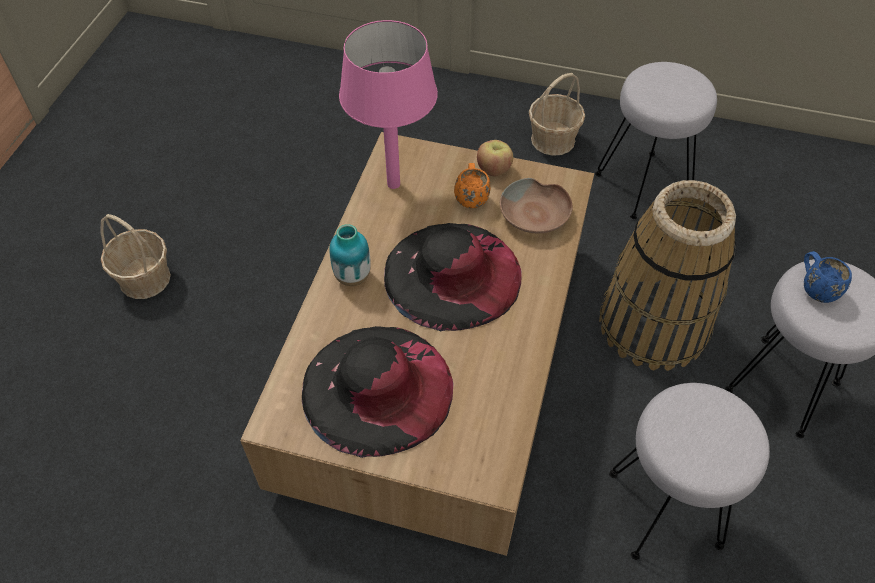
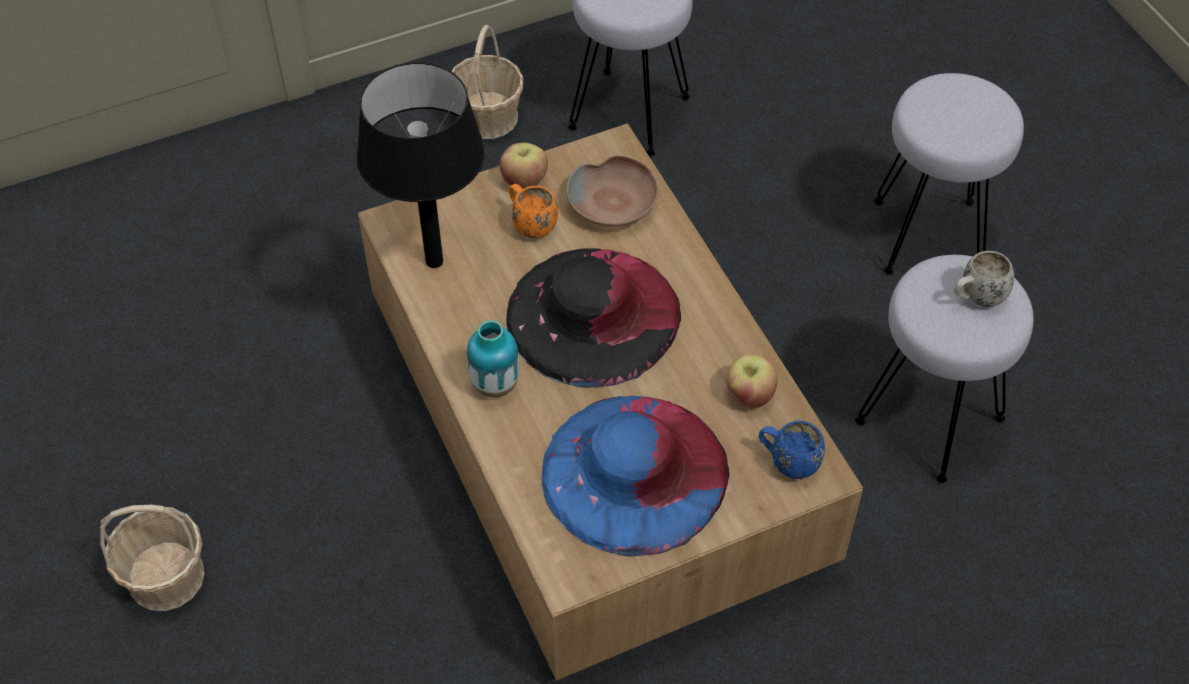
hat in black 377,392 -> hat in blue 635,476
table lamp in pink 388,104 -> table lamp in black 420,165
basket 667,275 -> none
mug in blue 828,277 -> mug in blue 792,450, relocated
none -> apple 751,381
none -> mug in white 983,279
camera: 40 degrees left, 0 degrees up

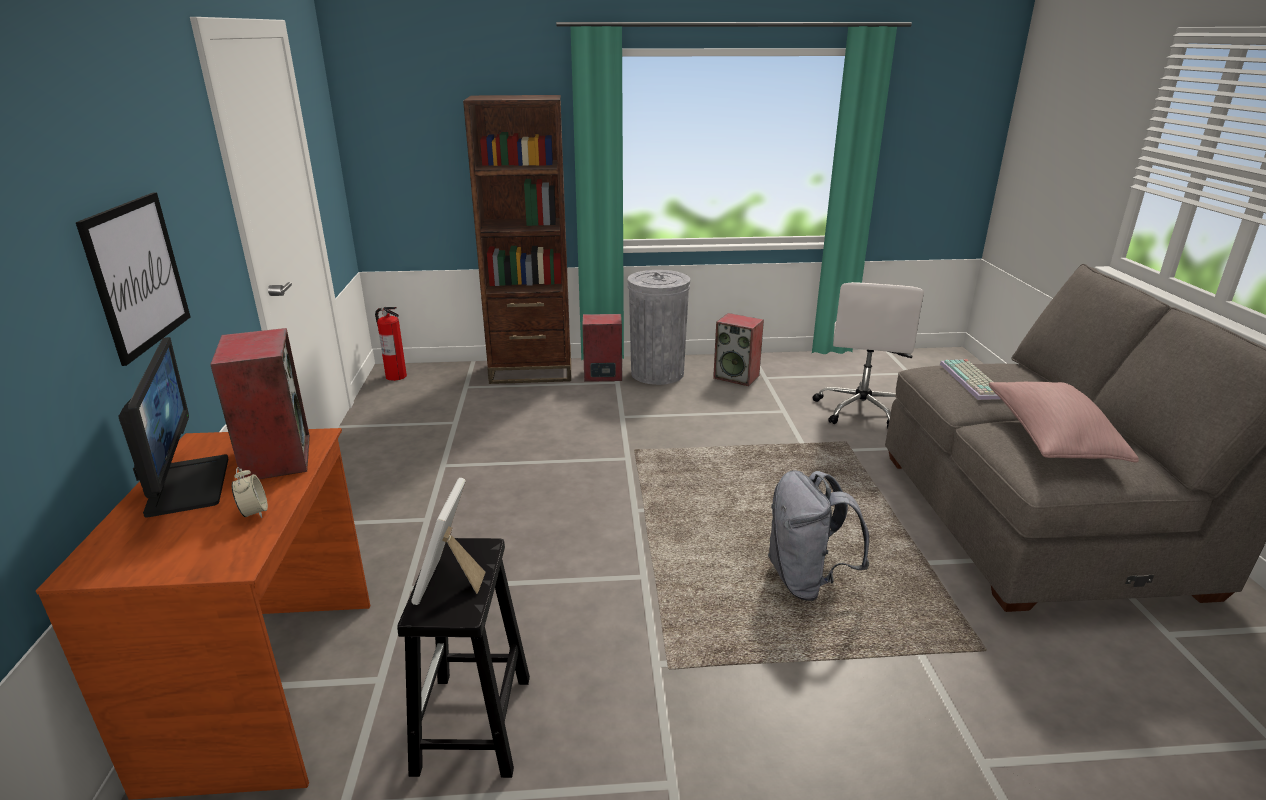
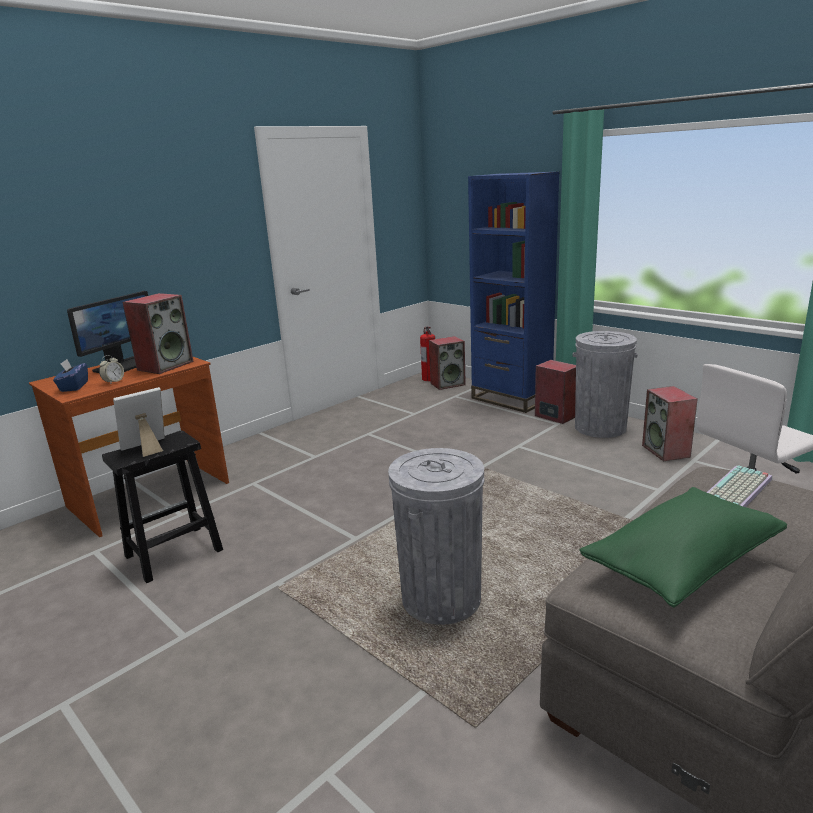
picture 133,279 -> none
bookcase in brown 517,239 -> bookcase in blue 514,292
backpack in grey 818,535 -> trash can in grey 436,536
pillow in pink 1064,422 -> pillow in green 683,547
none -> tissue box in blue 70,375
none -> speaker 447,363
camera: 50 degrees right, 5 degrees down

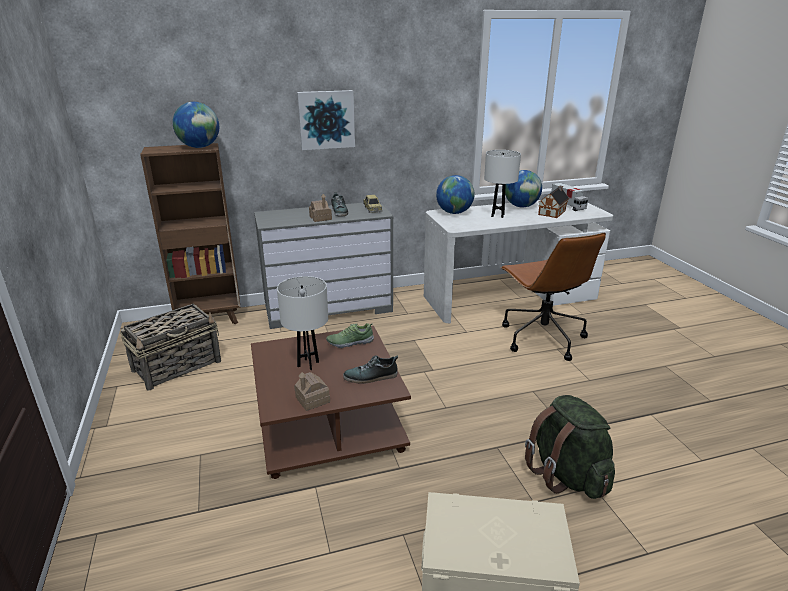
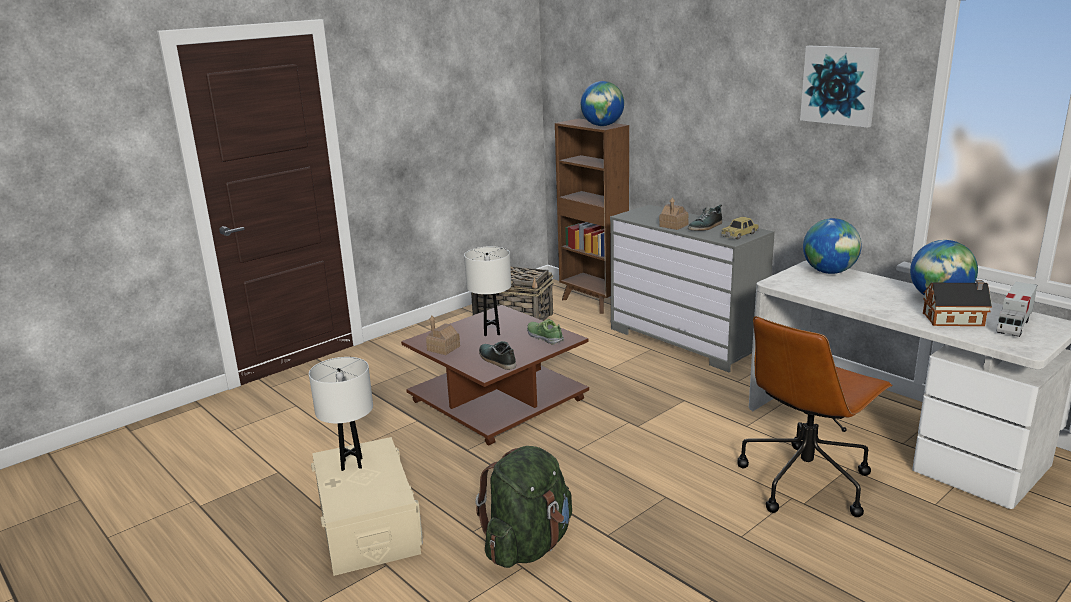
picture 326,120 -> picture 840,87, relocated
table lamp in white 502,184 -> table lamp in white 341,414, relocated
camera: 65 degrees right, 5 degrees down

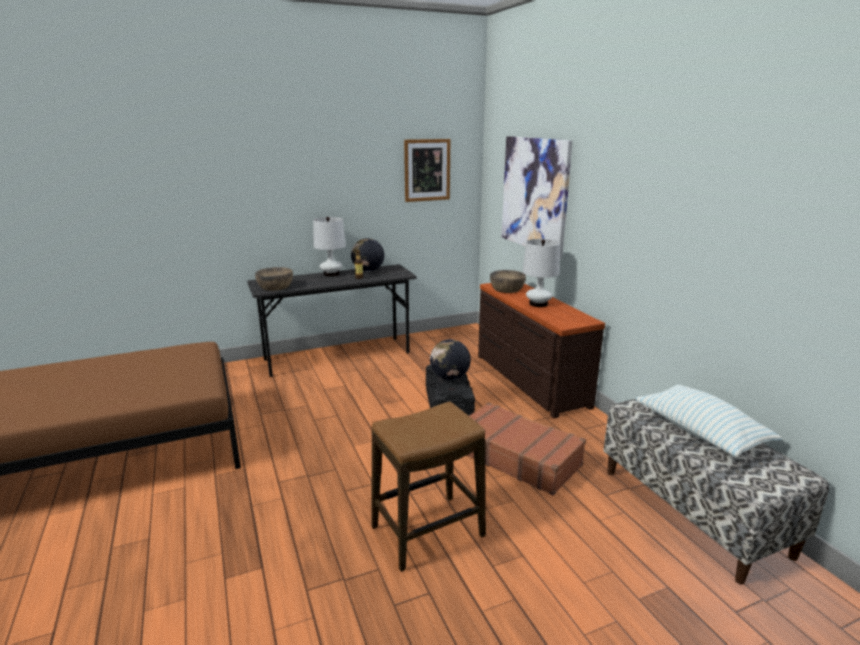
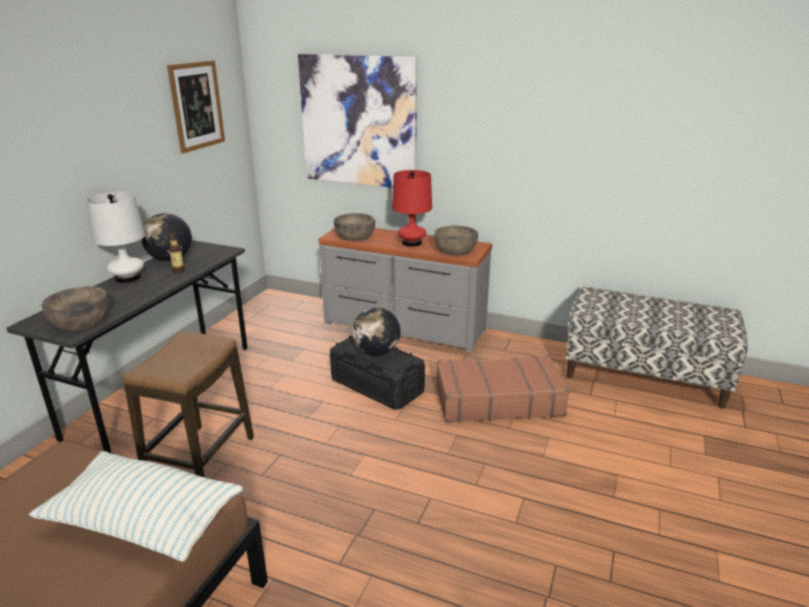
stool 428,486 -> stool 188,404, relocated
dresser in brown 541,350 -> dresser in grey 405,290
table lamp in white 541,273 -> table lamp in red 412,208
pillow 708,421 -> pillow 136,506, relocated
none -> bowl in brown 456,240
camera: 45 degrees left, 5 degrees up

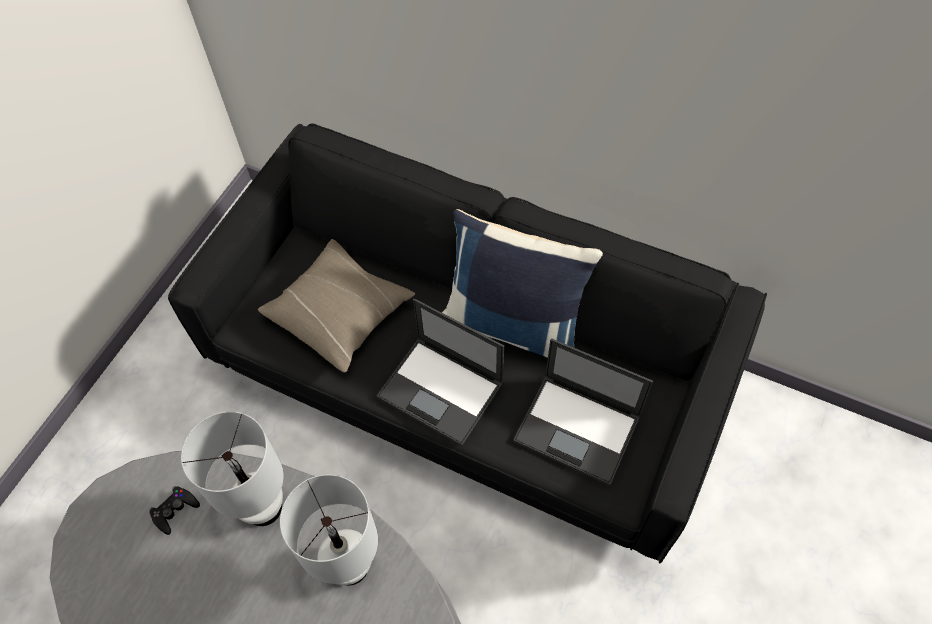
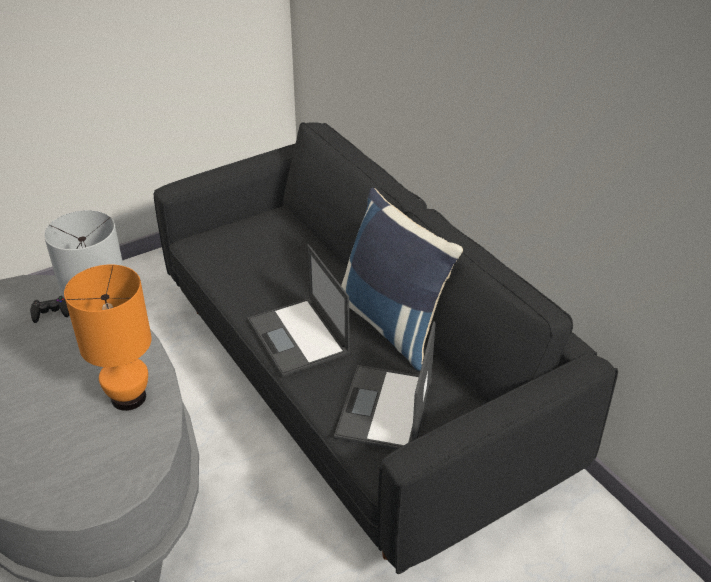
pillow in beige 336,306 -> none
table lamp in white 329,530 -> table lamp in orange 108,337
laptop 583,412 -> laptop 385,385, 45 degrees clockwise
camera: 30 degrees right, 20 degrees down

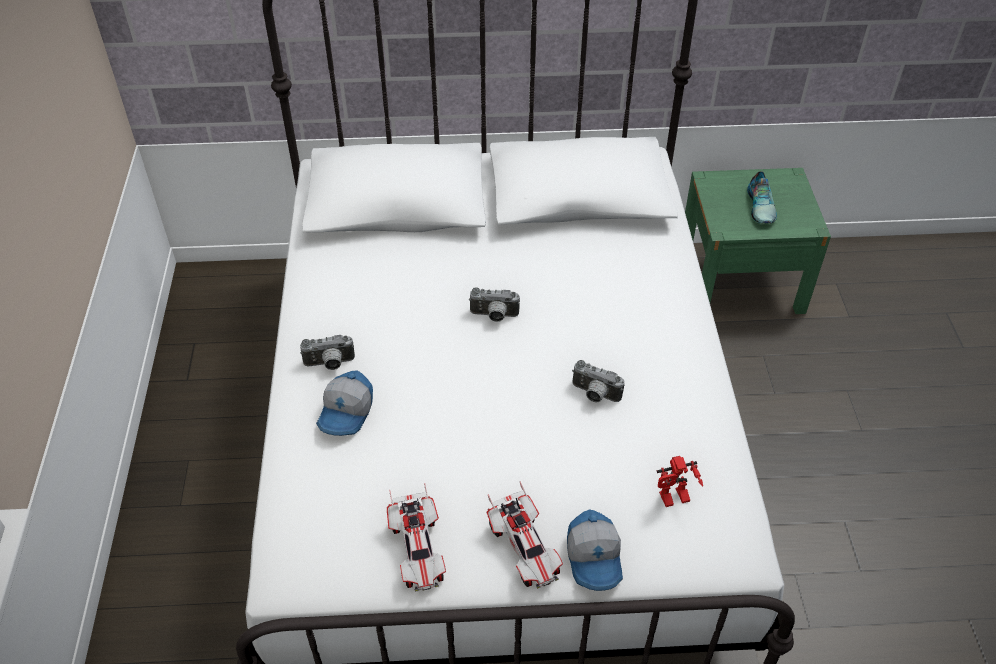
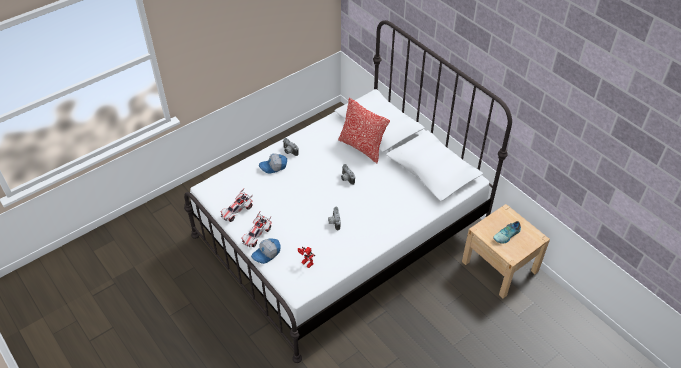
nightstand in green 758,241 -> nightstand in beige 506,251
none -> pillow 364,130
camera: 55 degrees right, 0 degrees up

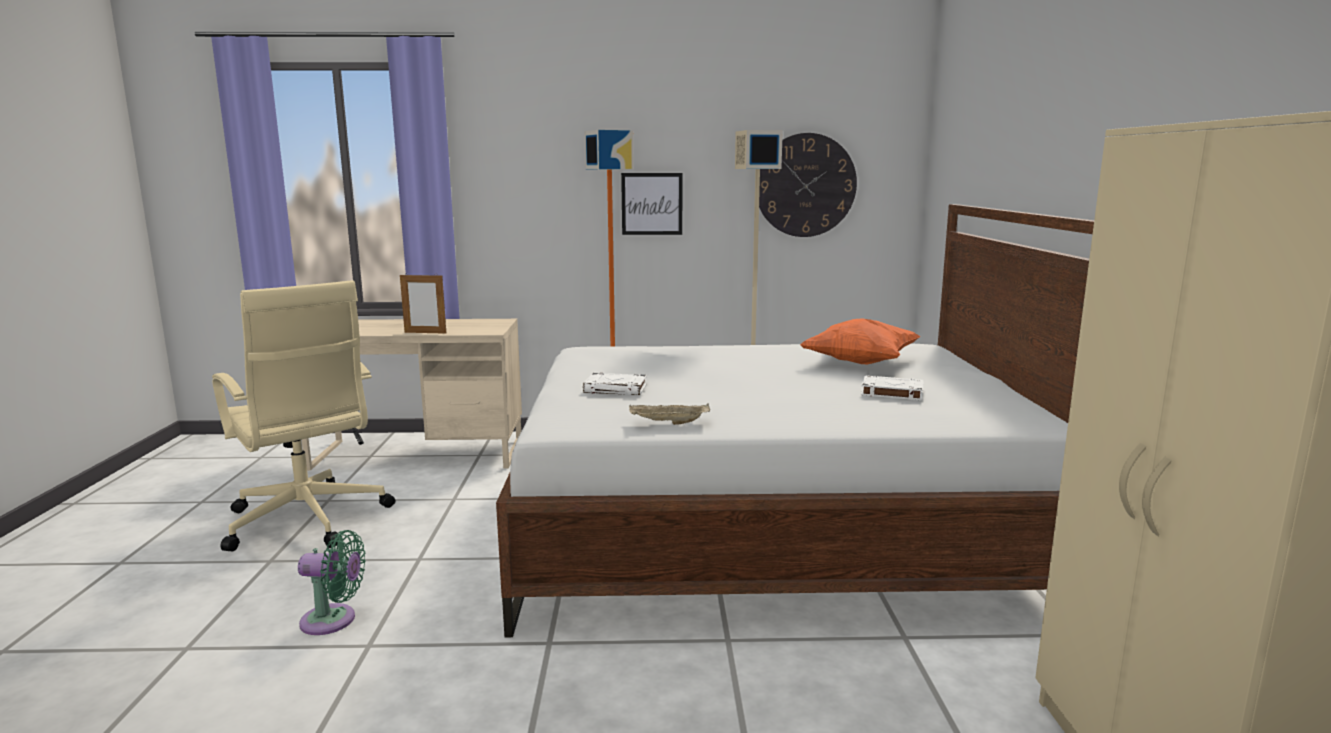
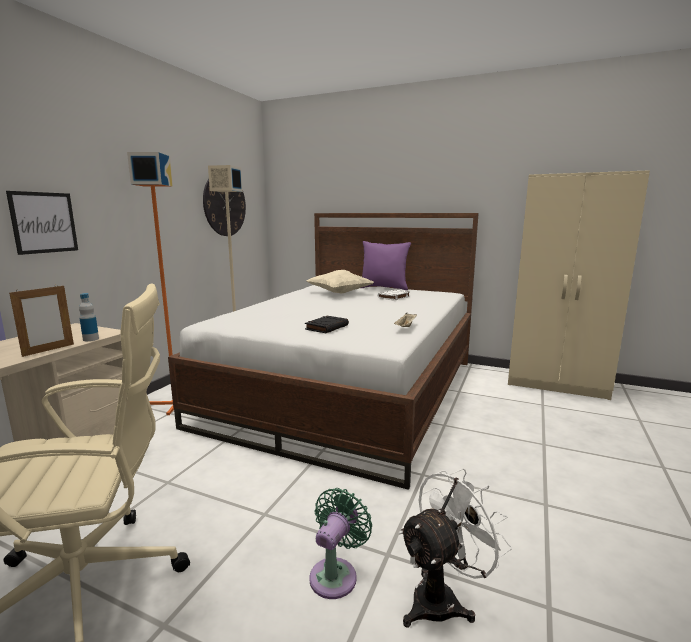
book in white 615,384 -> book in black 327,324
picture 652,204 -> picture 42,223, relocated
pillow in orange 860,341 -> pillow in beige 340,282
none -> bottle 89,317
none -> pillow in purple 386,265
none -> fan in white 455,547
camera: 65 degrees left, 0 degrees up

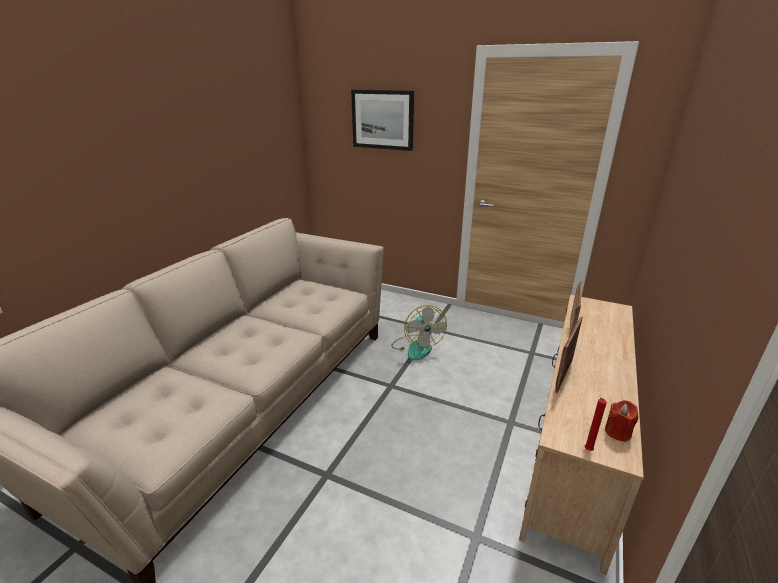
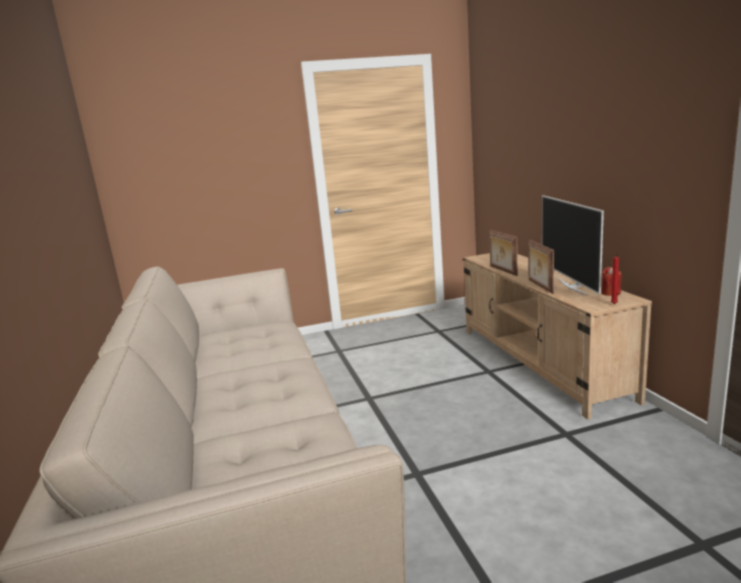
picture 382,120 -> none
fan 419,332 -> none
none -> television 573,245
camera: 40 degrees left, 10 degrees down

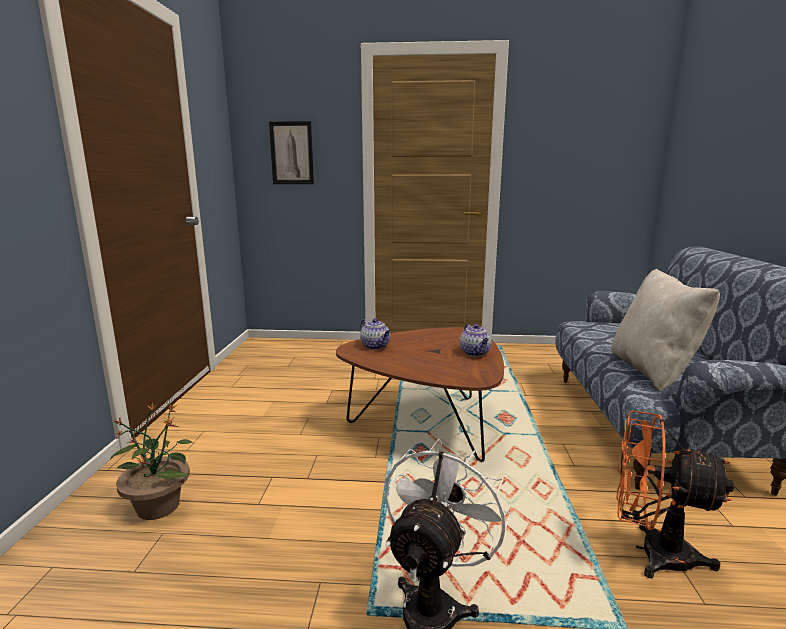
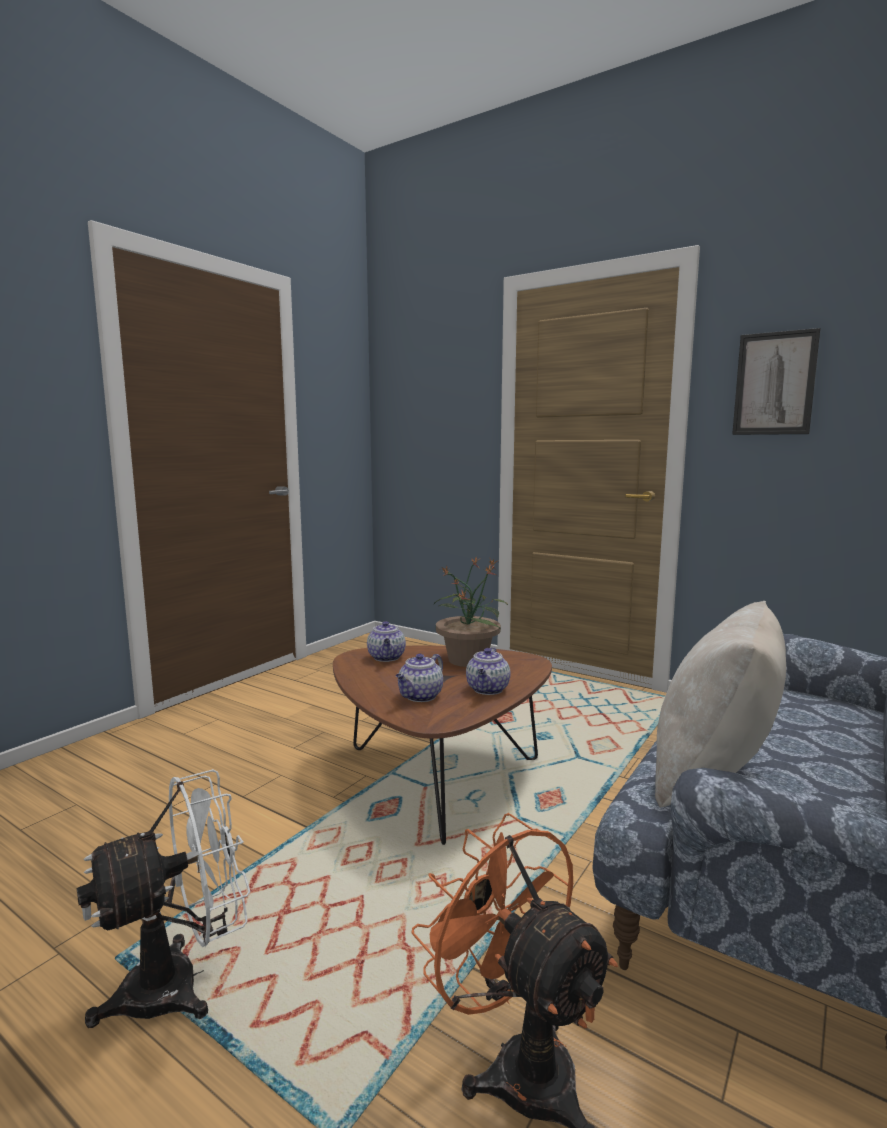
potted plant 152,461 -> potted plant 470,612, relocated
picture 291,152 -> picture 776,381, relocated
none -> teapot 419,678
camera: 30 degrees right, 5 degrees down

